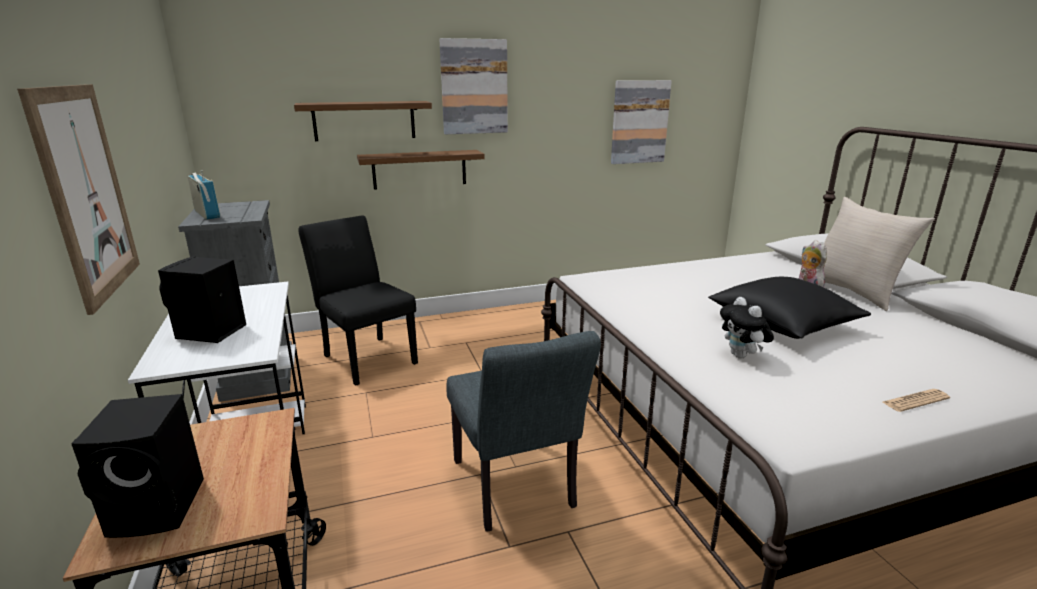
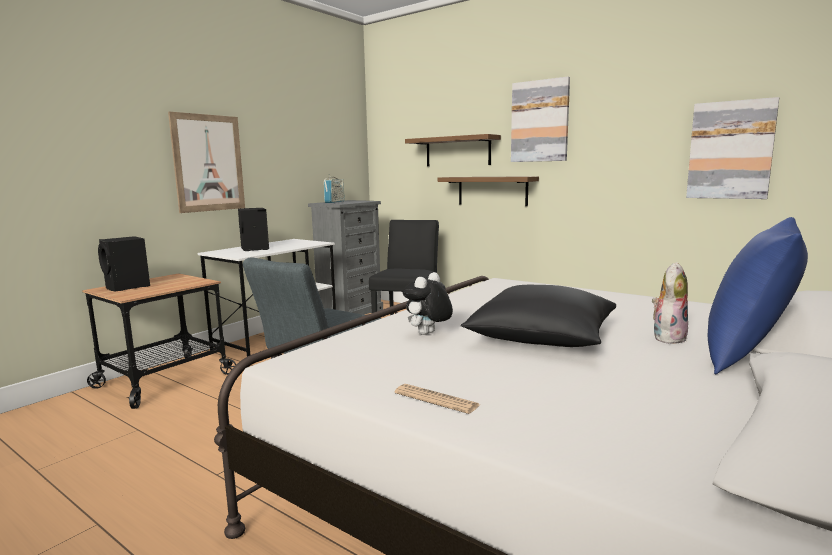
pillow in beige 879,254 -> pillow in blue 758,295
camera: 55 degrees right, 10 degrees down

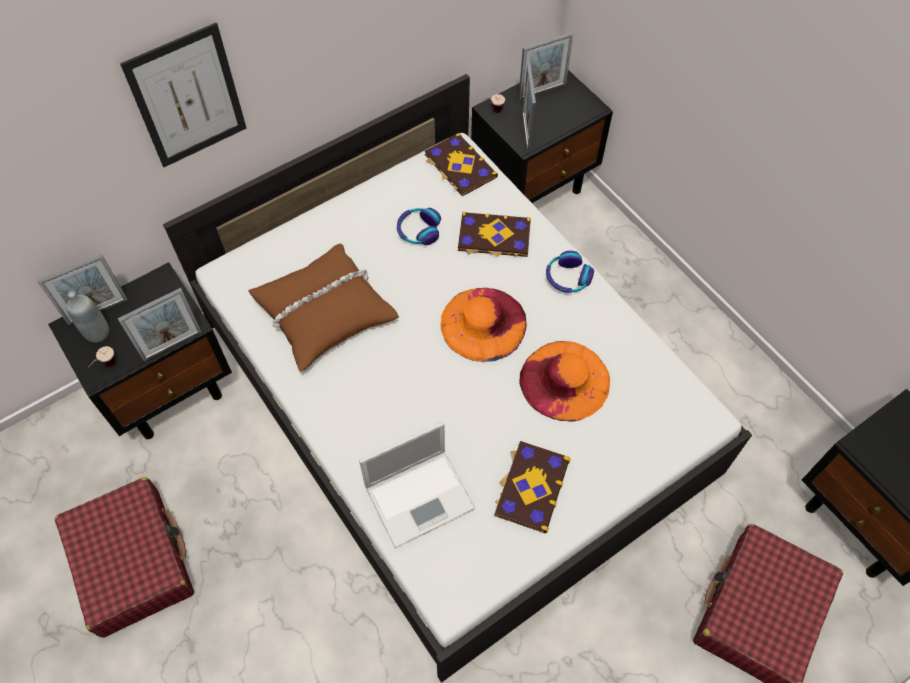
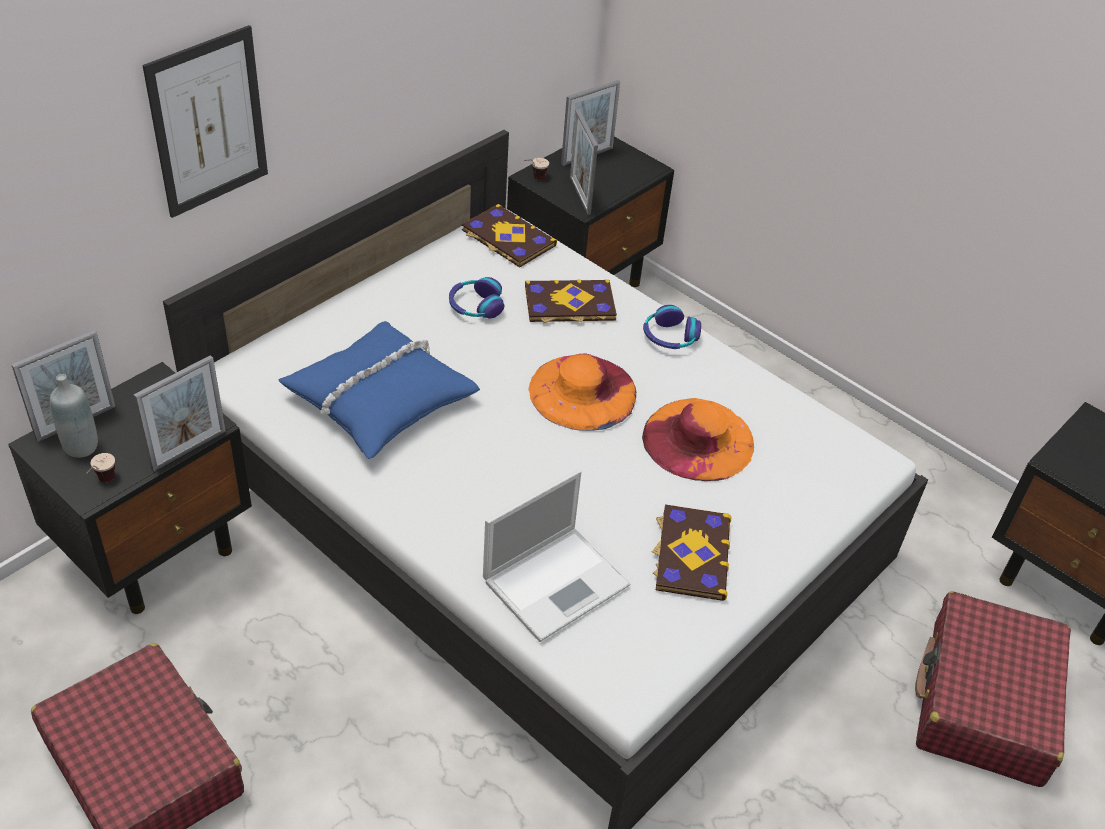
pillow in brown 323,308 -> pillow in blue 379,390
camera: 15 degrees left, 15 degrees down

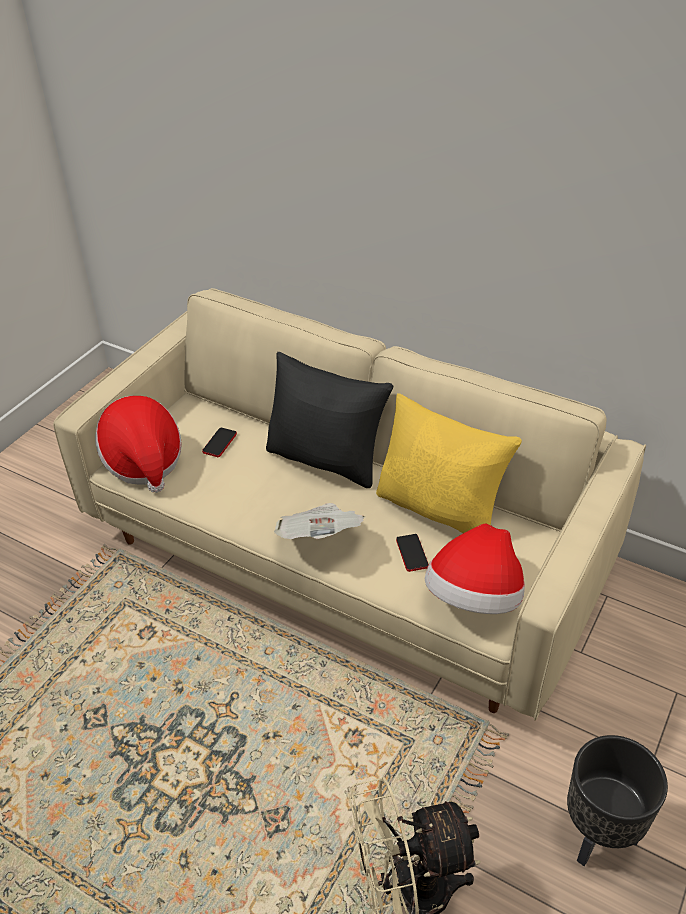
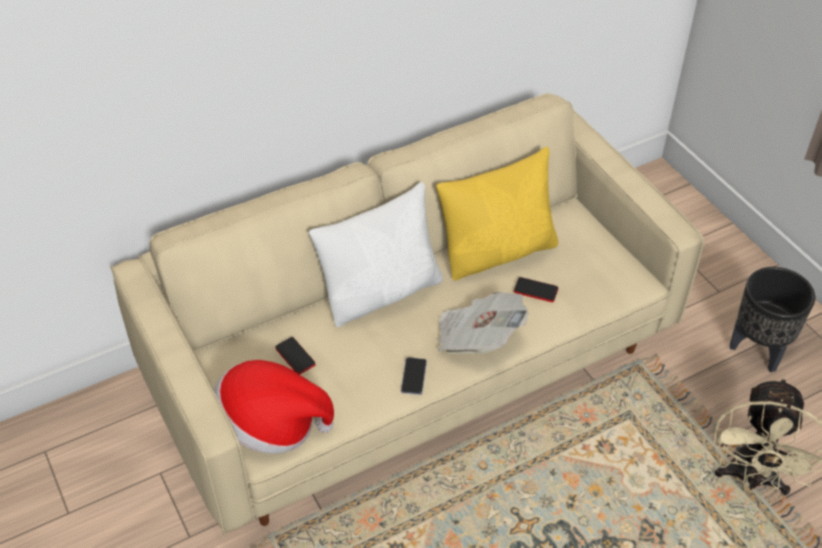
pillow in black 329,420 -> pillow in white 376,254
hat 475,569 -> none
none -> phone 414,376
camera: 60 degrees left, 5 degrees up

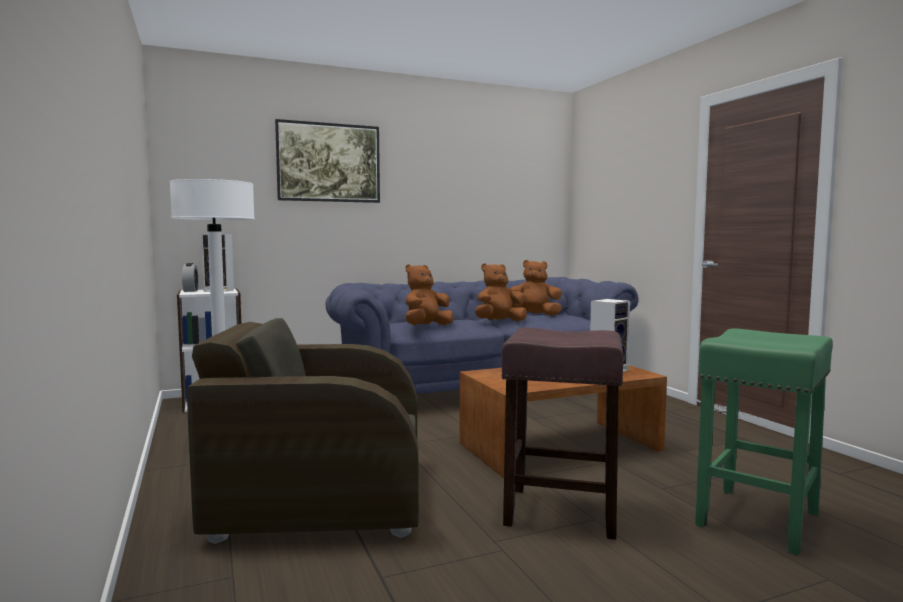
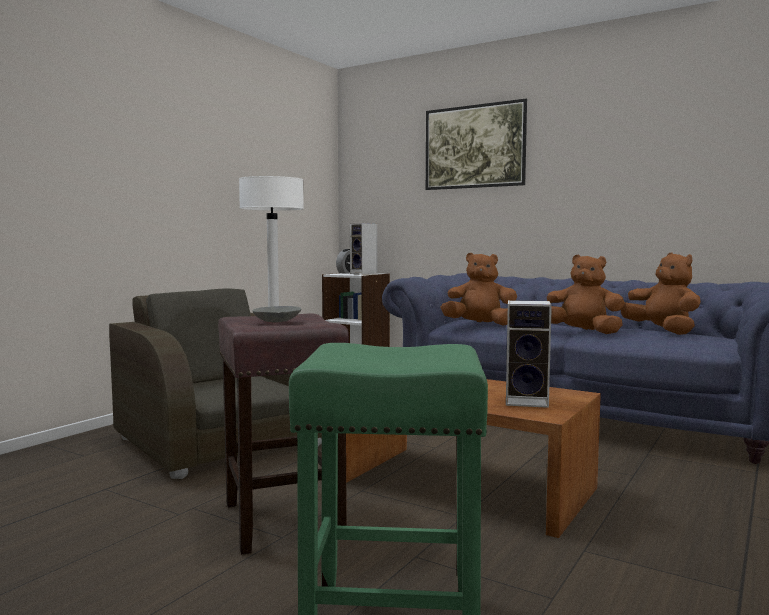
none -> bowl in grey 277,314
camera: 55 degrees right, 0 degrees up

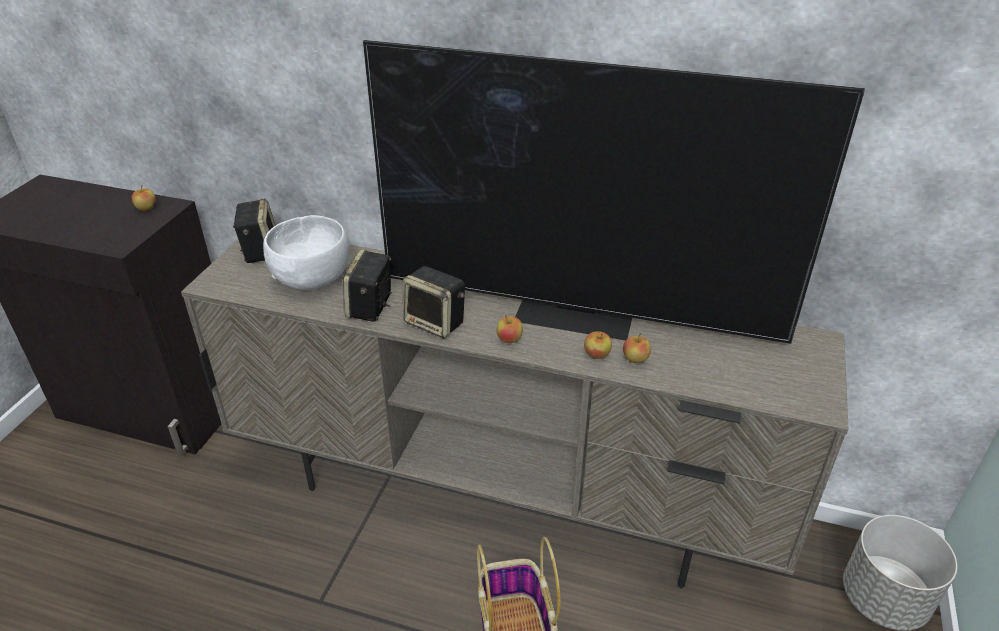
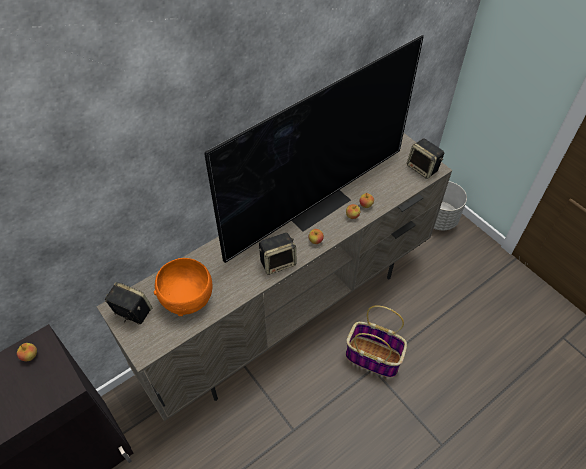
bowl in white 306,252 -> bowl in orange 183,287
speaker 367,285 -> speaker 425,159, relocated
camera: 55 degrees left, 15 degrees up

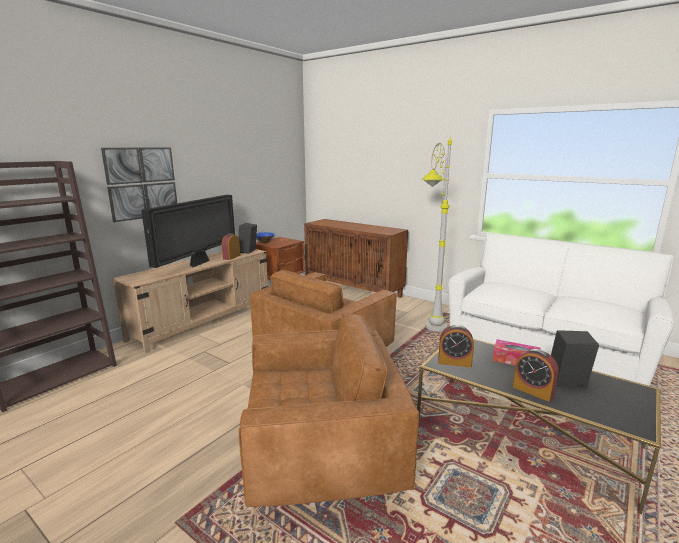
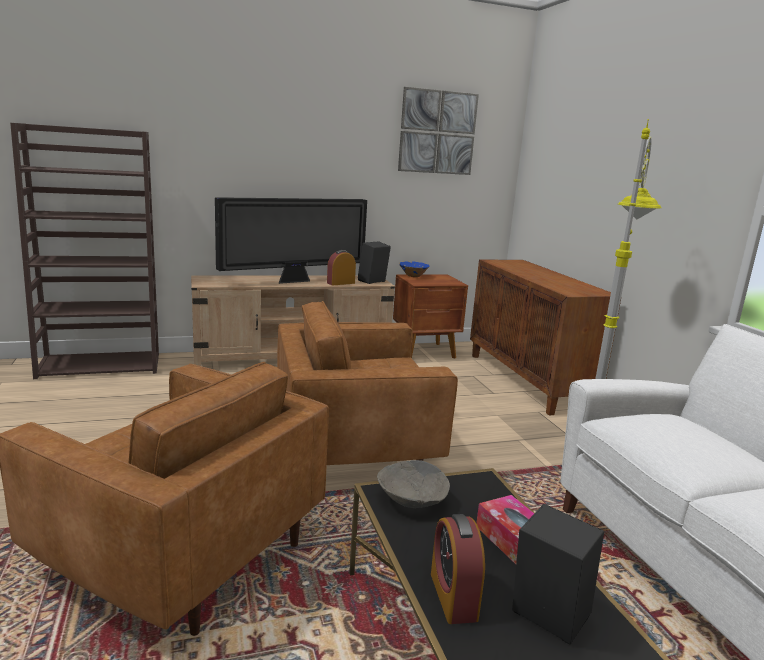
picture 139,184 -> picture 438,131, relocated
alarm clock 456,346 -> bowl in grey 413,484
camera: 35 degrees right, 0 degrees up

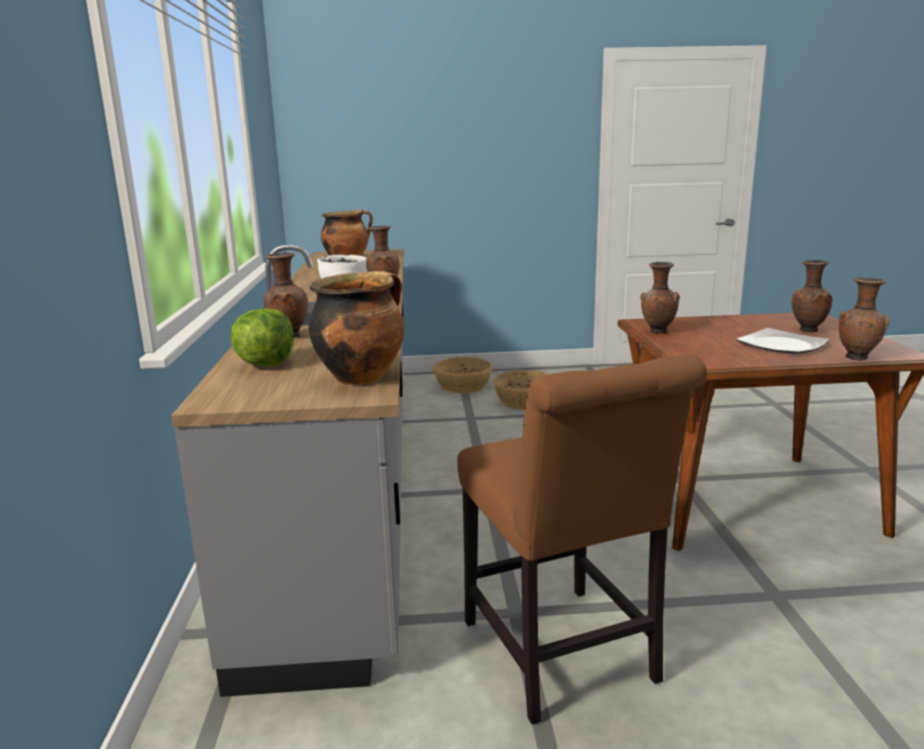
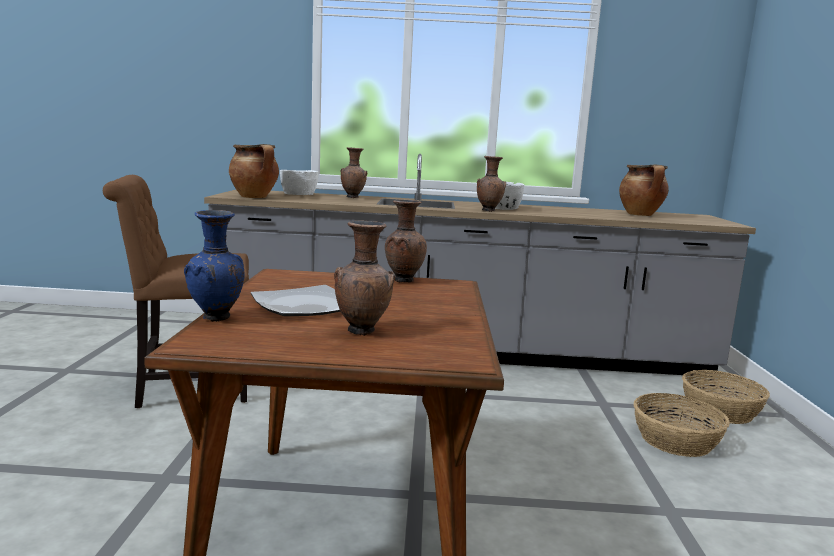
lettuce 262,337 -> bowl in white 299,182
vase in brown 864,319 -> vase in blue 214,266
camera: 95 degrees right, 5 degrees down

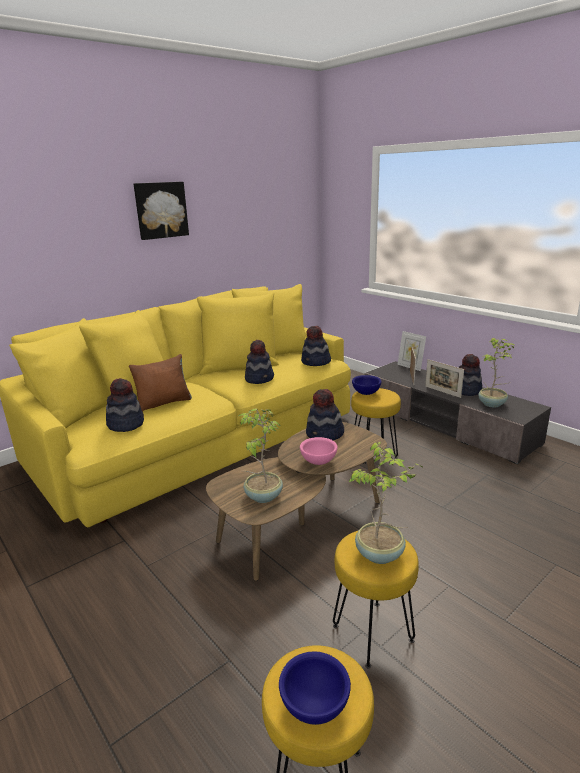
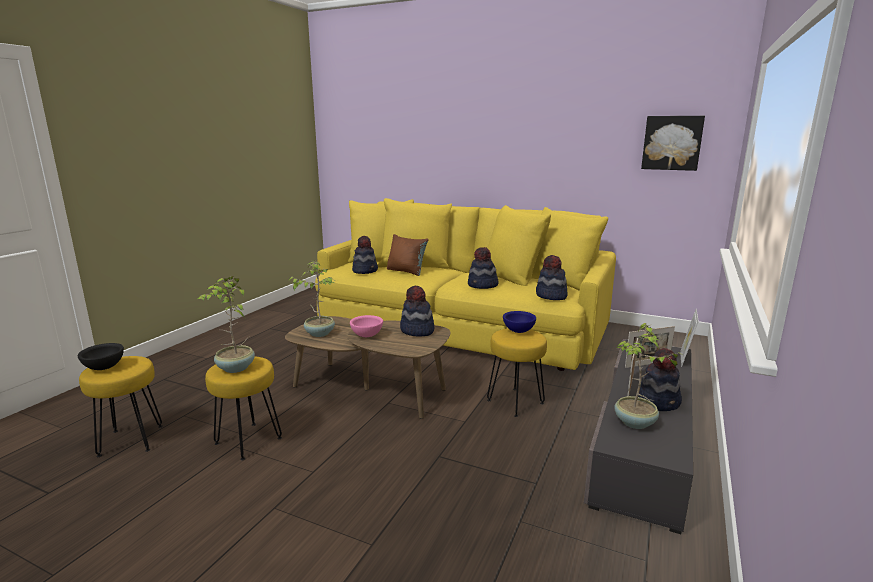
picture 161,211 -> picture 673,143, relocated
bowl in blue 315,688 -> bowl in black 101,356
camera: 65 degrees right, 5 degrees down

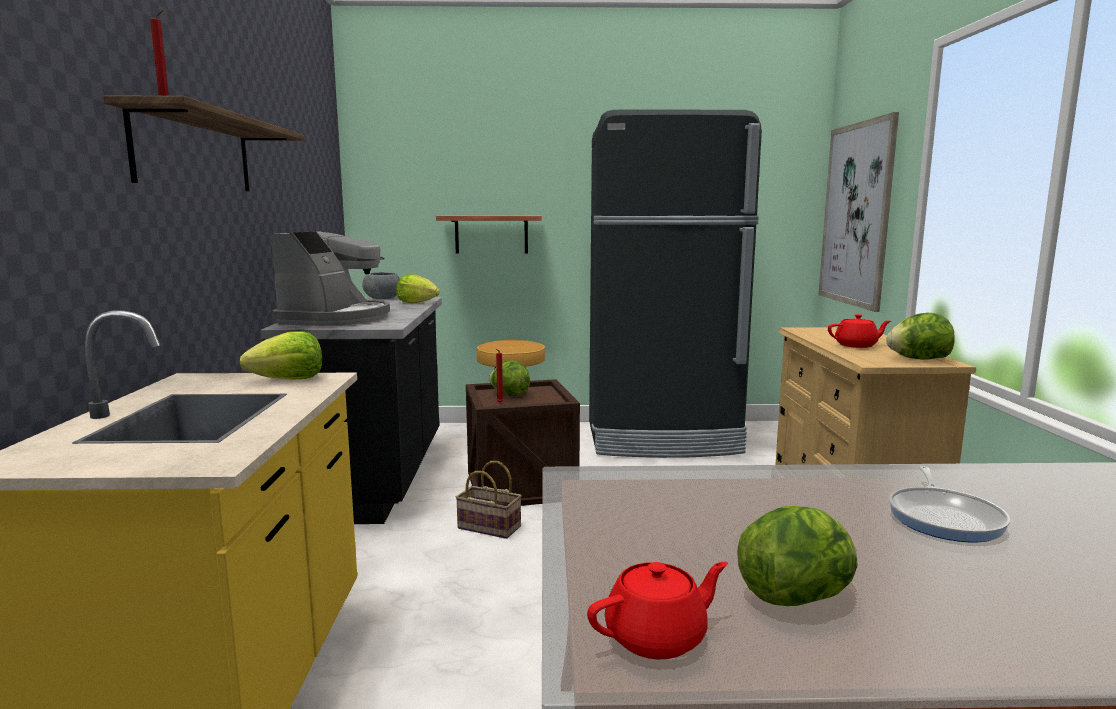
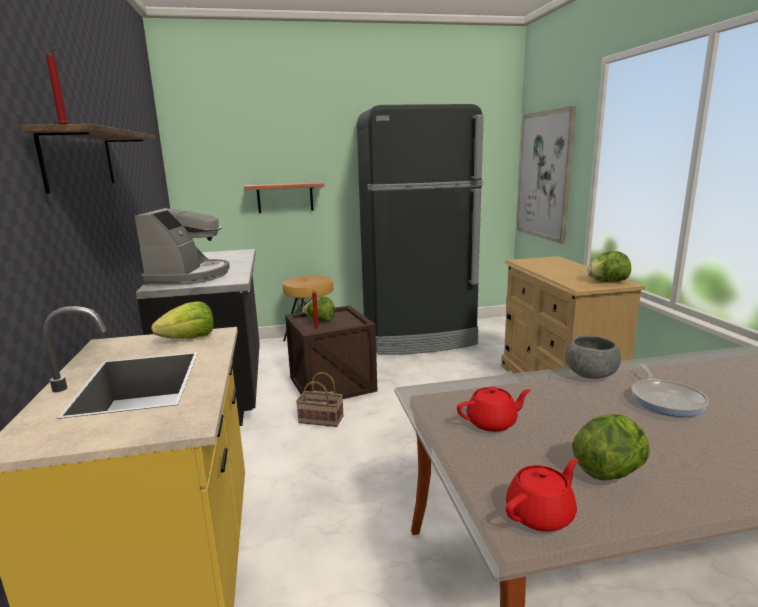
bowl in grey 381,285 -> bowl in grey 593,357, relocated
lettuce 418,289 -> none
teapot in red 859,331 -> teapot in red 494,409, relocated
camera: 10 degrees left, 5 degrees up

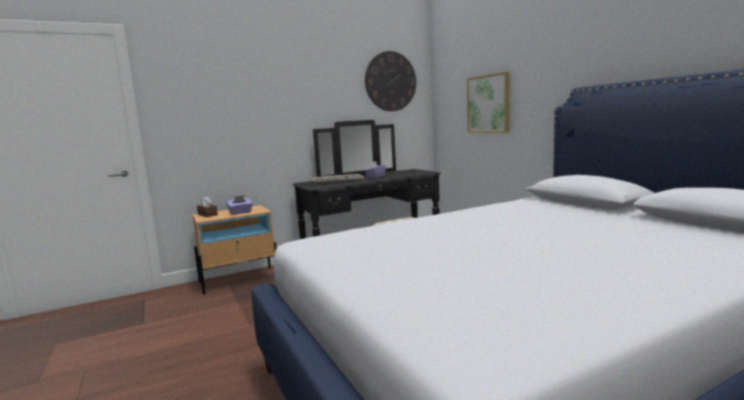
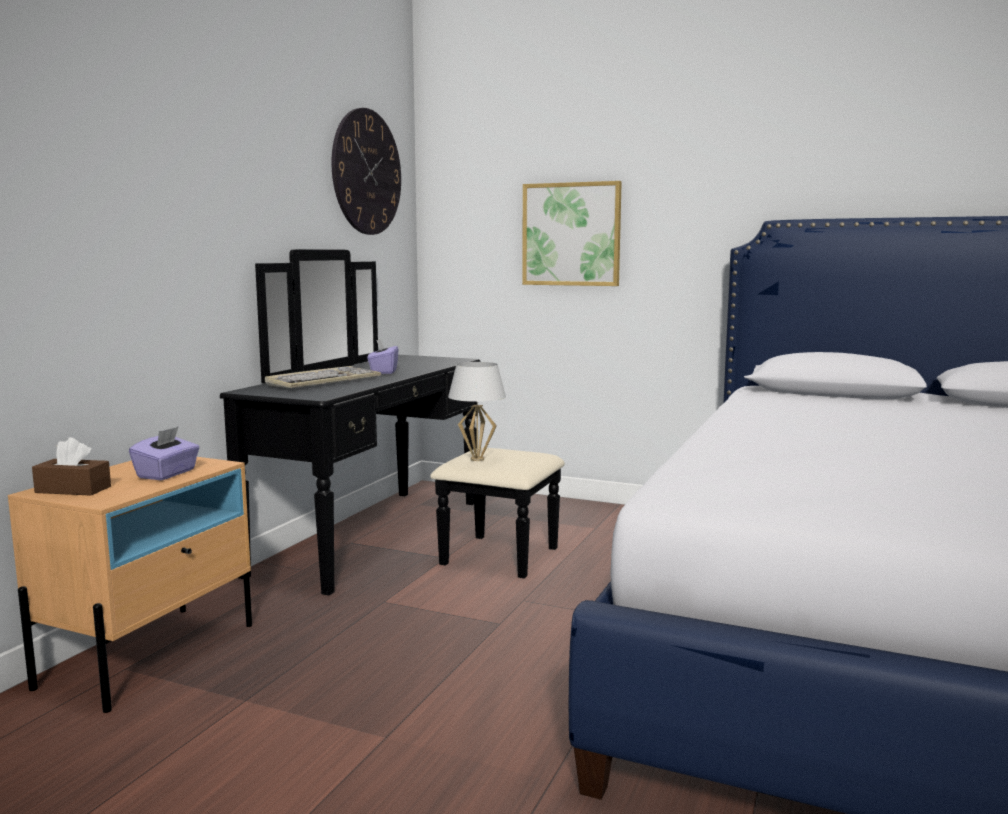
none -> table lamp in white 477,411
camera: 40 degrees left, 0 degrees up

